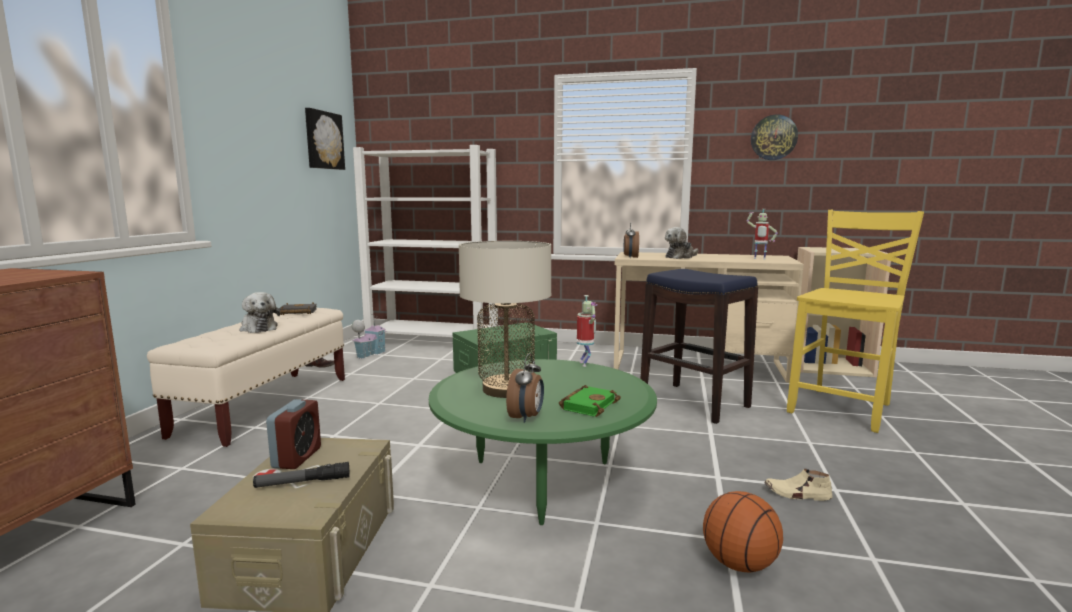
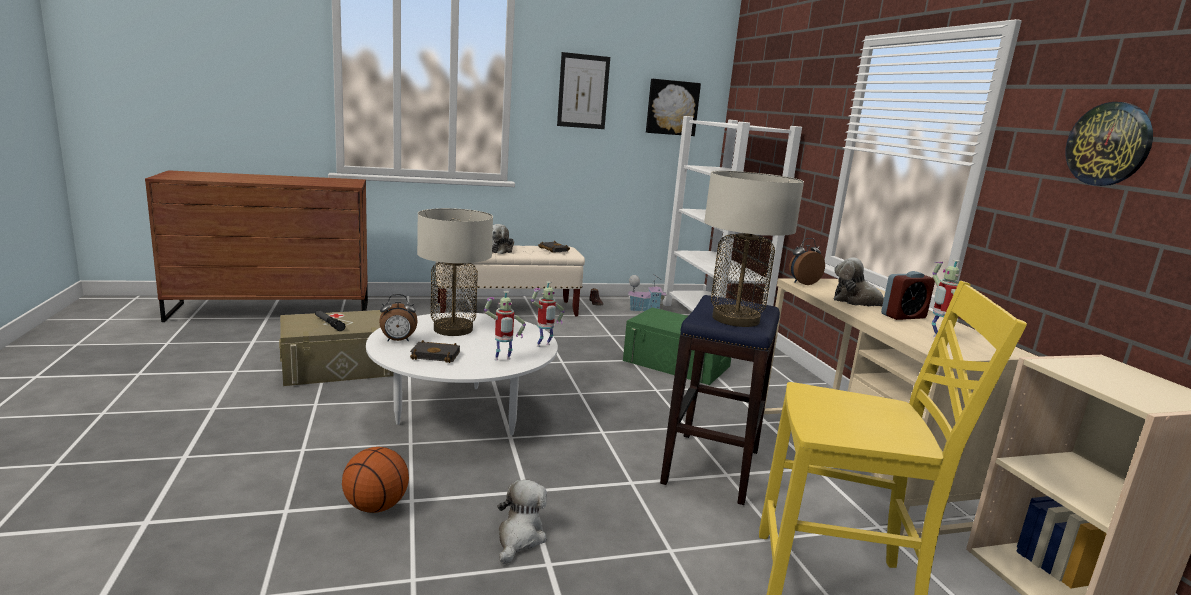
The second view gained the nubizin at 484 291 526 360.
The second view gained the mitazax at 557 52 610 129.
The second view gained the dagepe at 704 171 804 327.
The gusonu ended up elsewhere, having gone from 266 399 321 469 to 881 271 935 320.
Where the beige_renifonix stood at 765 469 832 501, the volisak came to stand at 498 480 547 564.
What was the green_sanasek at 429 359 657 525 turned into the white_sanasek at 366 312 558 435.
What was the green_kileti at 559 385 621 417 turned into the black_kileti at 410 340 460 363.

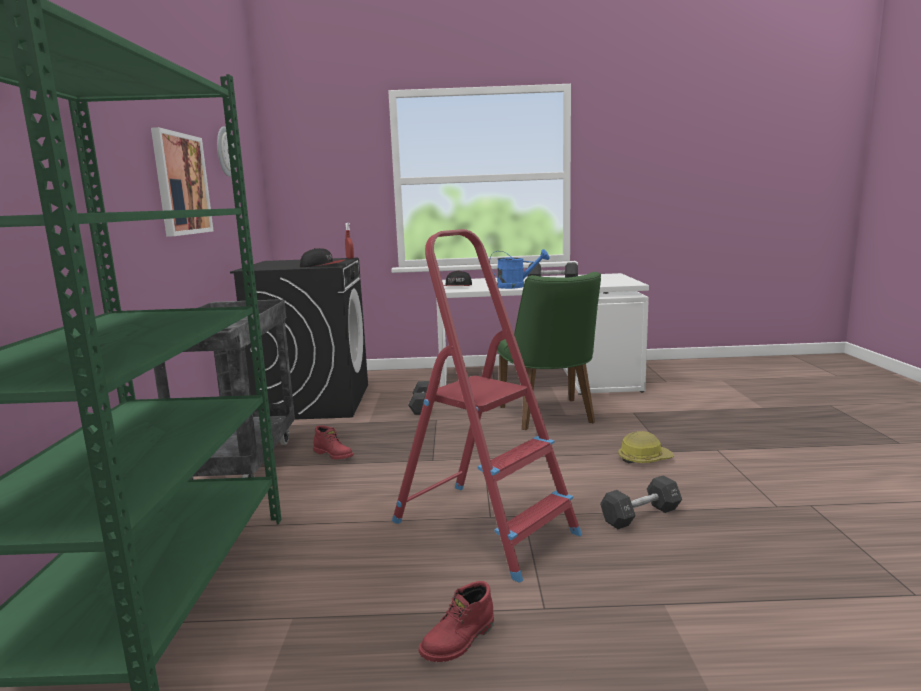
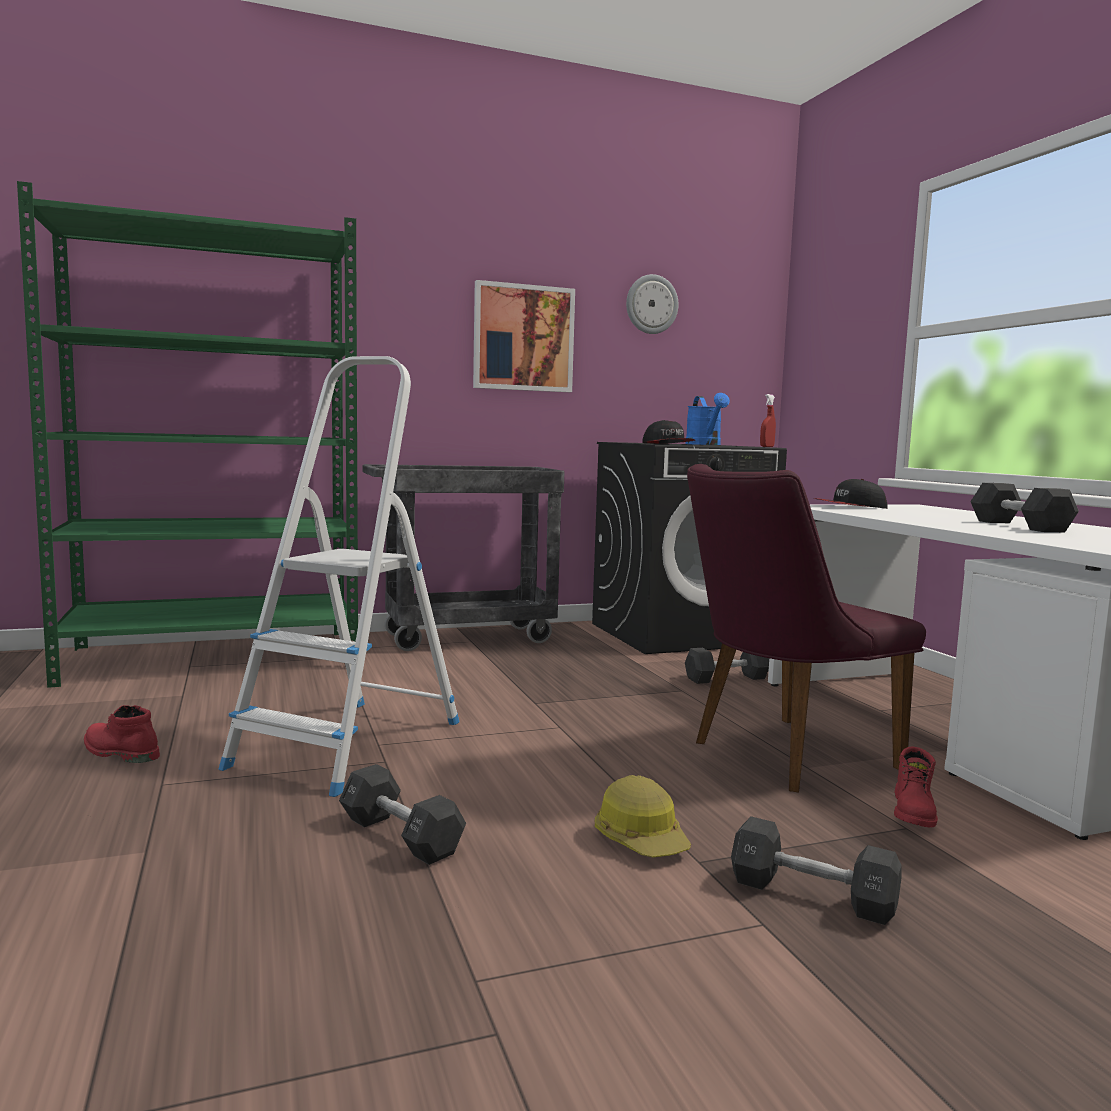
The second view gained the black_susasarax at 731 816 902 925.
The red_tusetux ended up elsewhere, having gone from 313 426 354 460 to 894 746 938 828.
The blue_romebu ended up elsewhere, having gone from 489 249 549 289 to 685 393 730 445.
What was the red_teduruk at 392 229 582 583 turned into the white_teduruk at 219 356 459 797.
What was the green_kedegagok at 497 272 601 430 turned into the purple_kedegagok at 687 464 926 792.

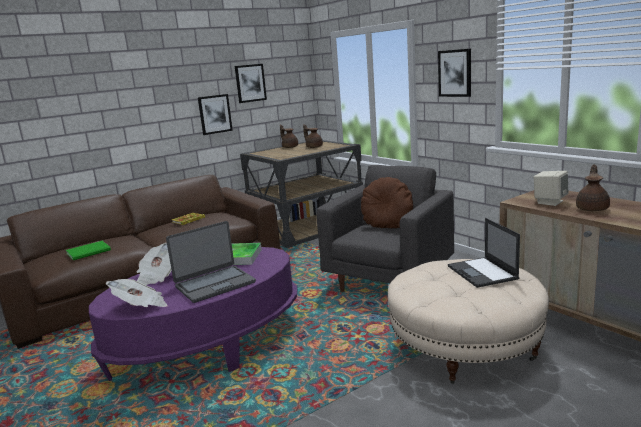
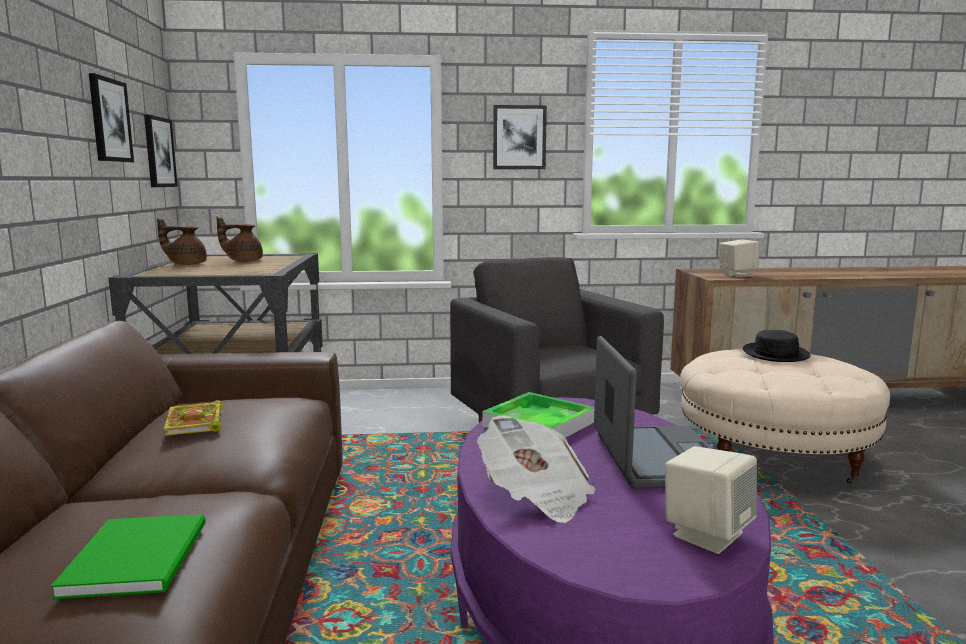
The second view lost the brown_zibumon at 361 177 413 228.
The second view lost the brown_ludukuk at 576 164 610 211.
The mitazax ended up elsewhere, having gone from 198 94 233 135 to 144 115 178 187.
Where the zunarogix stood at 106 279 167 307, the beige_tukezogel came to stand at 665 446 757 554.
Where the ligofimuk stood at 448 218 520 288, the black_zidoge came to stand at 743 330 811 362.

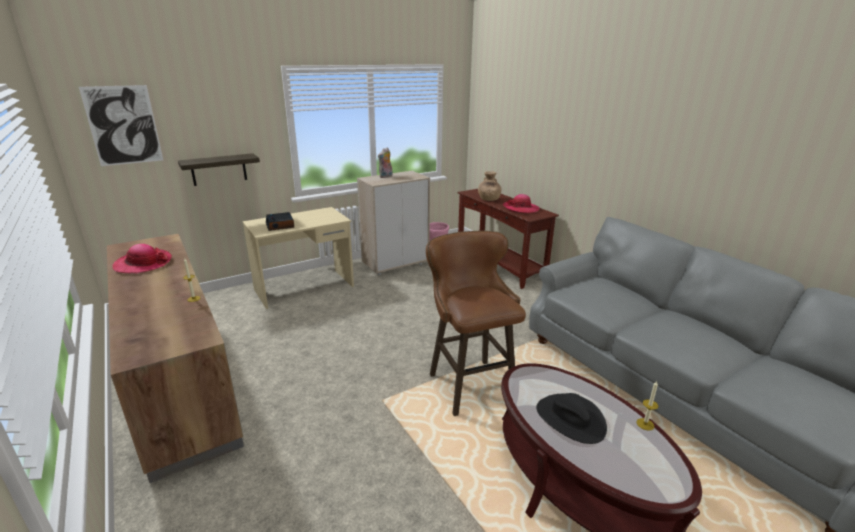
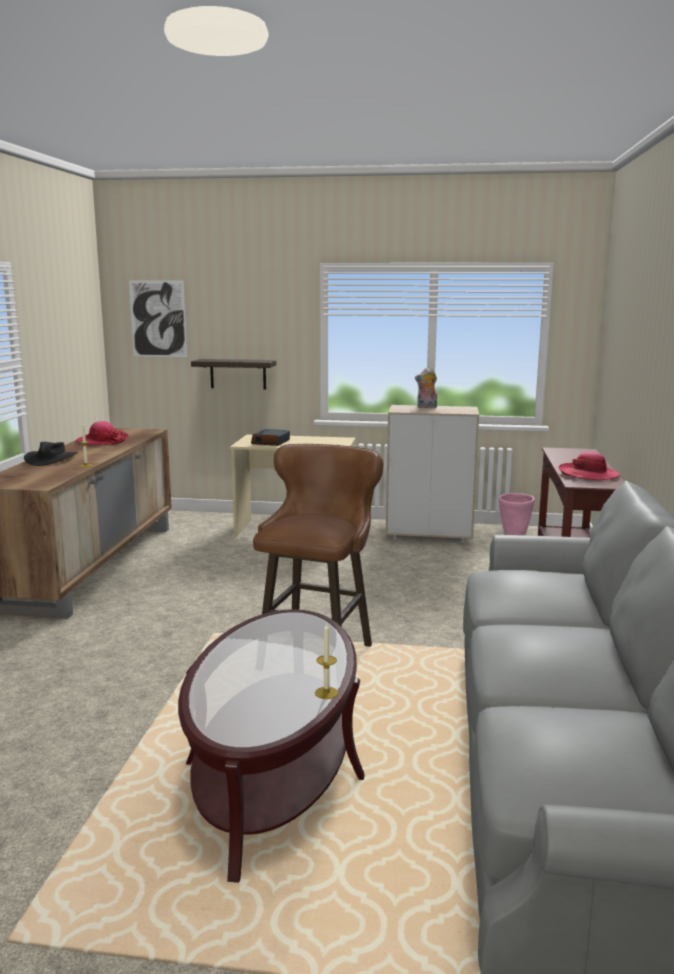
The second view lost the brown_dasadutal at 478 171 501 201.
The black_zidoge ended up elsewhere, having gone from 536 393 607 444 to 24 442 78 466.

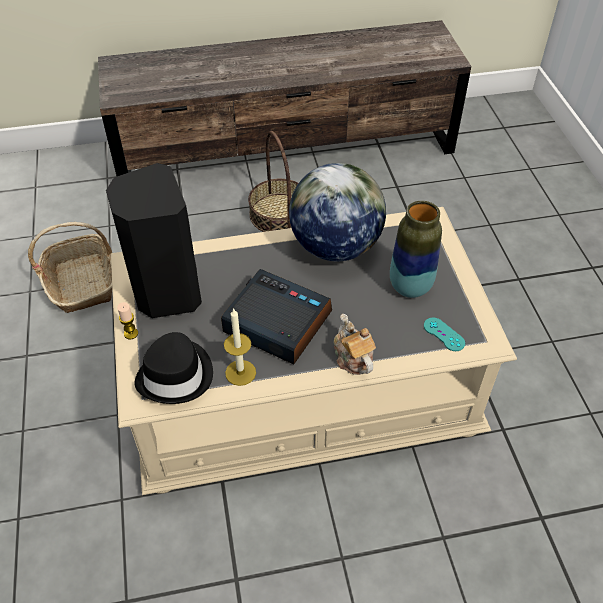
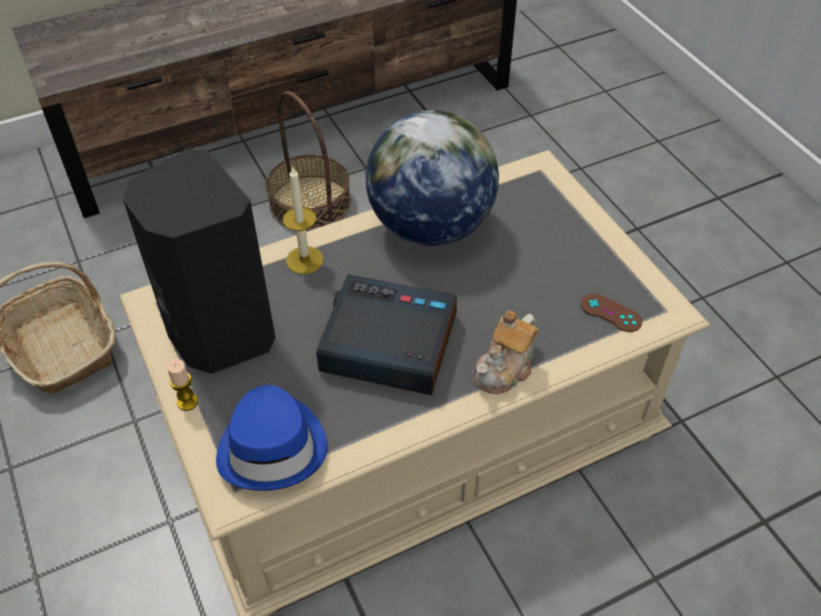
The second view lost the dasadutal at 390 201 442 298.
The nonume ended up elsewhere, having gone from 224 308 256 386 to 283 166 324 274.
What was the black_zidoge at 134 332 213 404 turned into the blue_zidoge at 216 385 327 491.
What was the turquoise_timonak at 424 318 465 351 turned into the brown_timonak at 580 293 642 332.
The ludukuk at 334 314 376 375 ended up facing another way, 105 degrees counterclockwise from before.

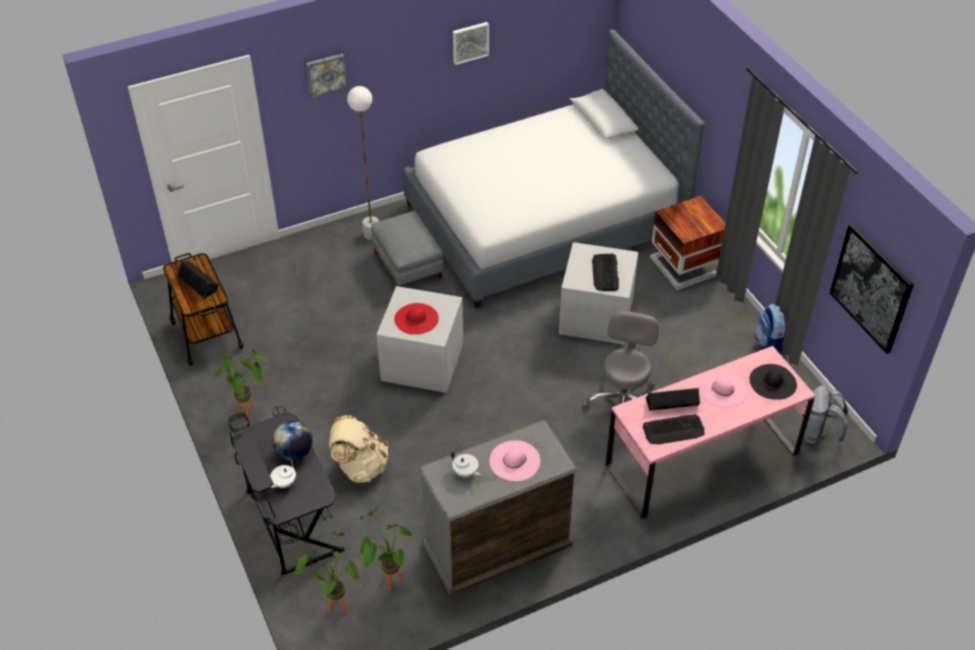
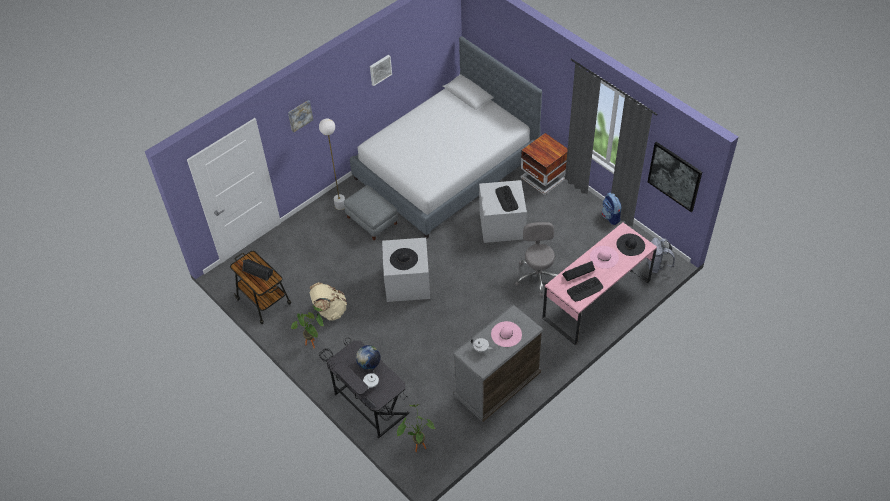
The second view lost the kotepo at 359 508 414 591.
The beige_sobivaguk ended up elsewhere, having gone from 329 415 388 483 to 310 282 347 321.
What was the red_zidoge at 394 303 439 335 turned into the black_zidoge at 390 248 418 270.

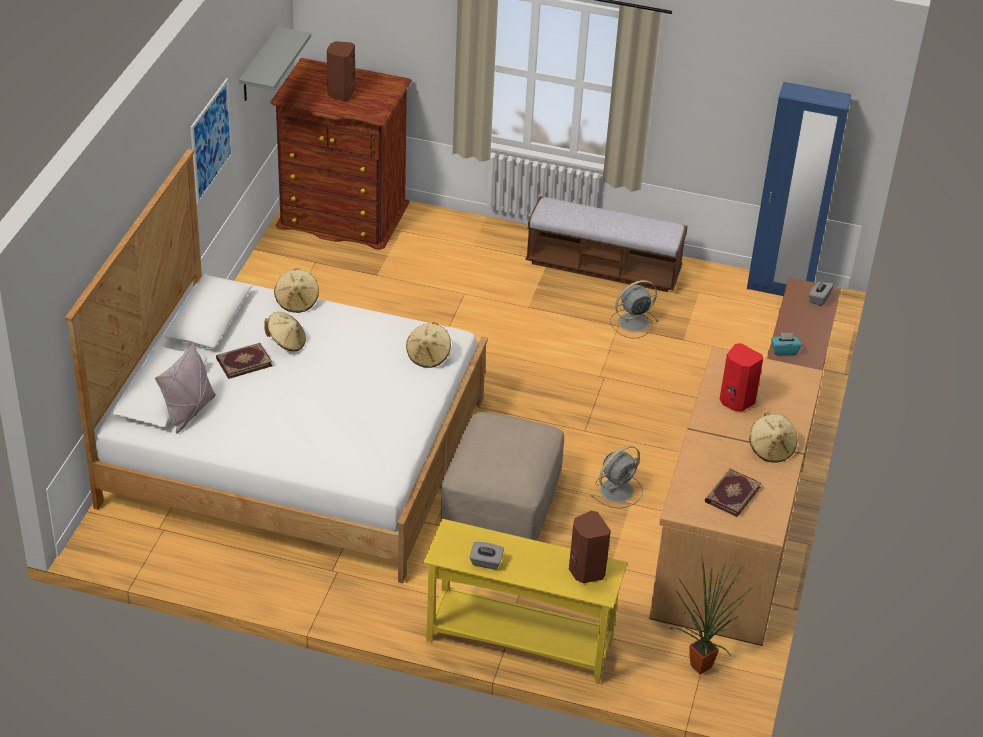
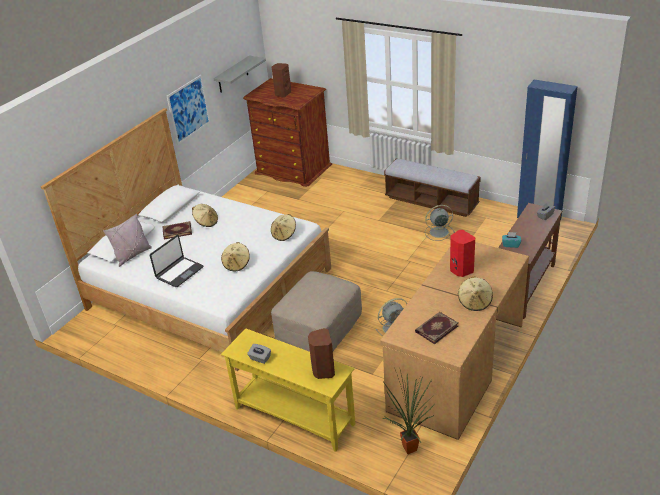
The second view gained the ligofimuk at 150 235 203 287.
The beige_zidoge ended up elsewhere, having gone from 274 269 319 313 to 221 242 250 272.

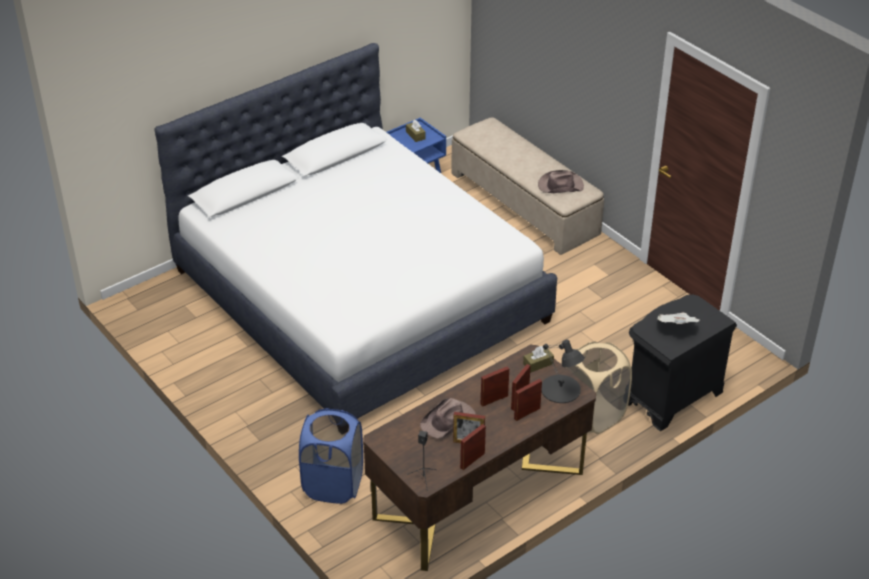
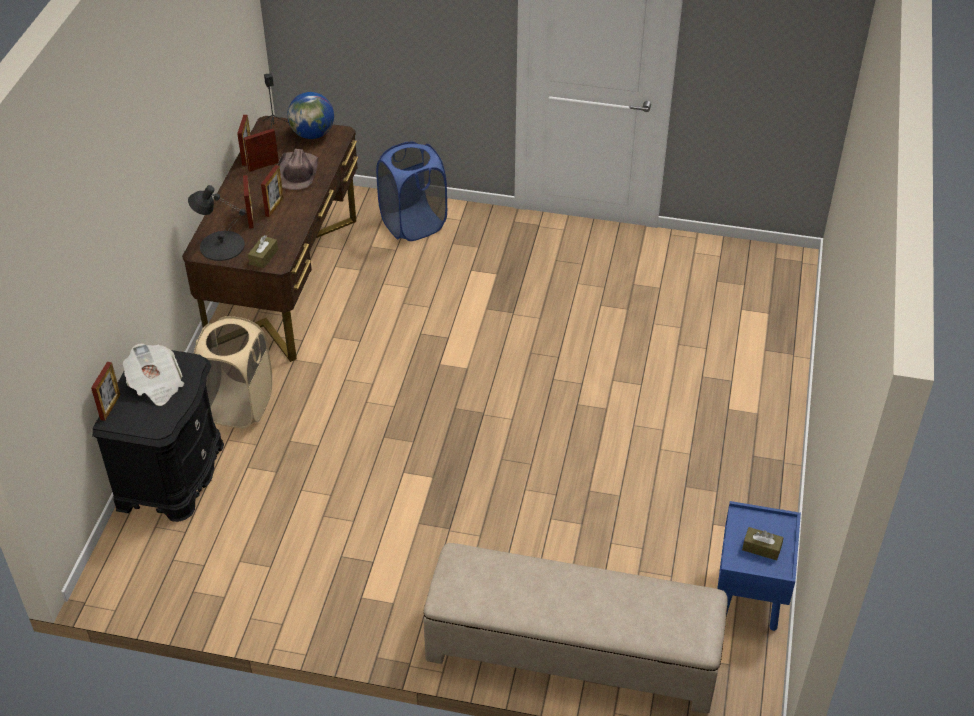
The second view lost the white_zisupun at 155 43 557 419.
The second view lost the brown_zidoge at 538 170 584 193.
The second view gained the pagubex at 287 92 334 139.
The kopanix ended up elsewhere, having gone from 514 379 542 421 to 91 362 120 421.

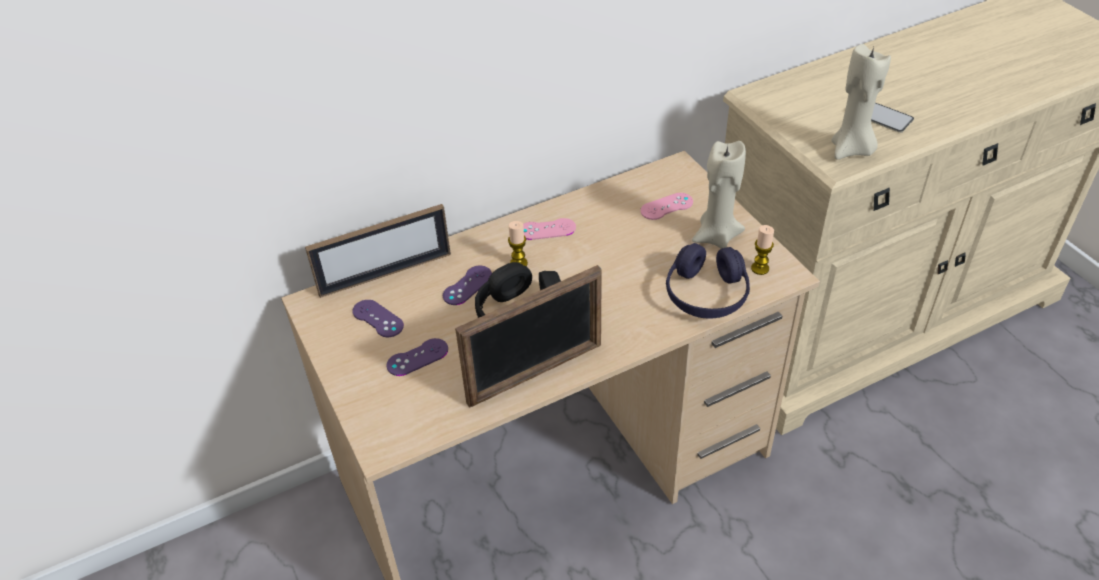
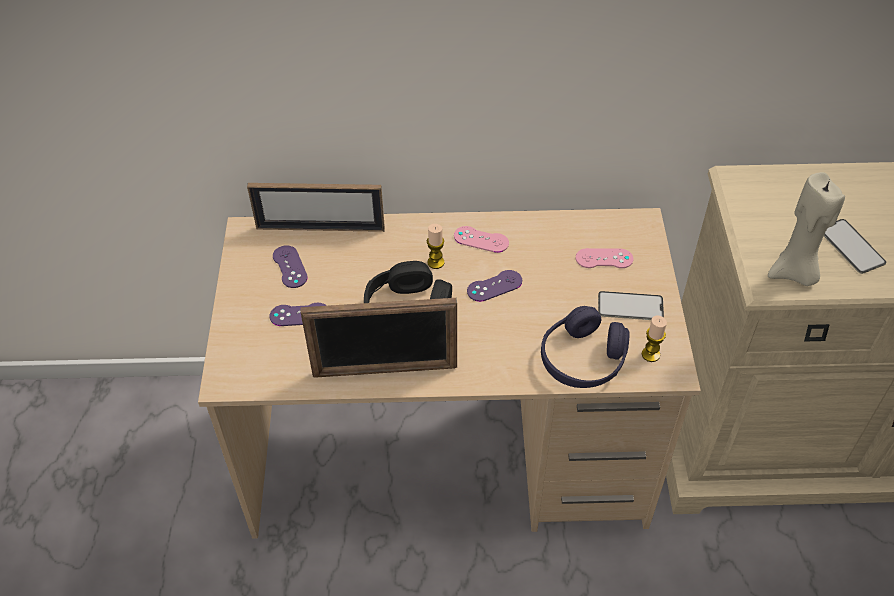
The purple_timonak ended up elsewhere, having gone from 443 266 492 305 to 467 270 522 302.
Where the beige_nonume stood at 692 141 746 249, the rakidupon came to stand at 598 291 664 320.

